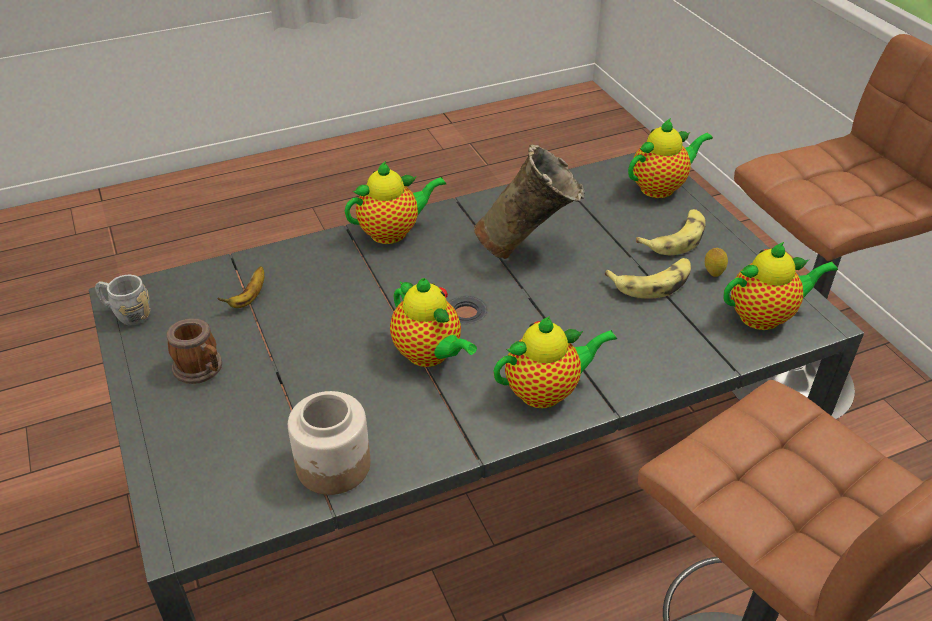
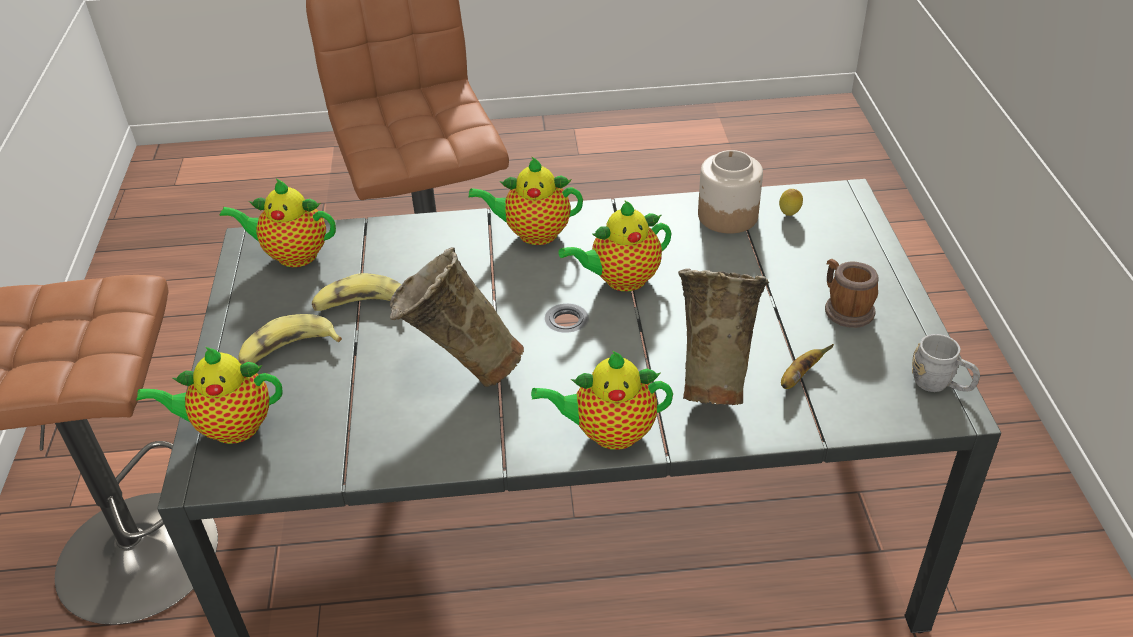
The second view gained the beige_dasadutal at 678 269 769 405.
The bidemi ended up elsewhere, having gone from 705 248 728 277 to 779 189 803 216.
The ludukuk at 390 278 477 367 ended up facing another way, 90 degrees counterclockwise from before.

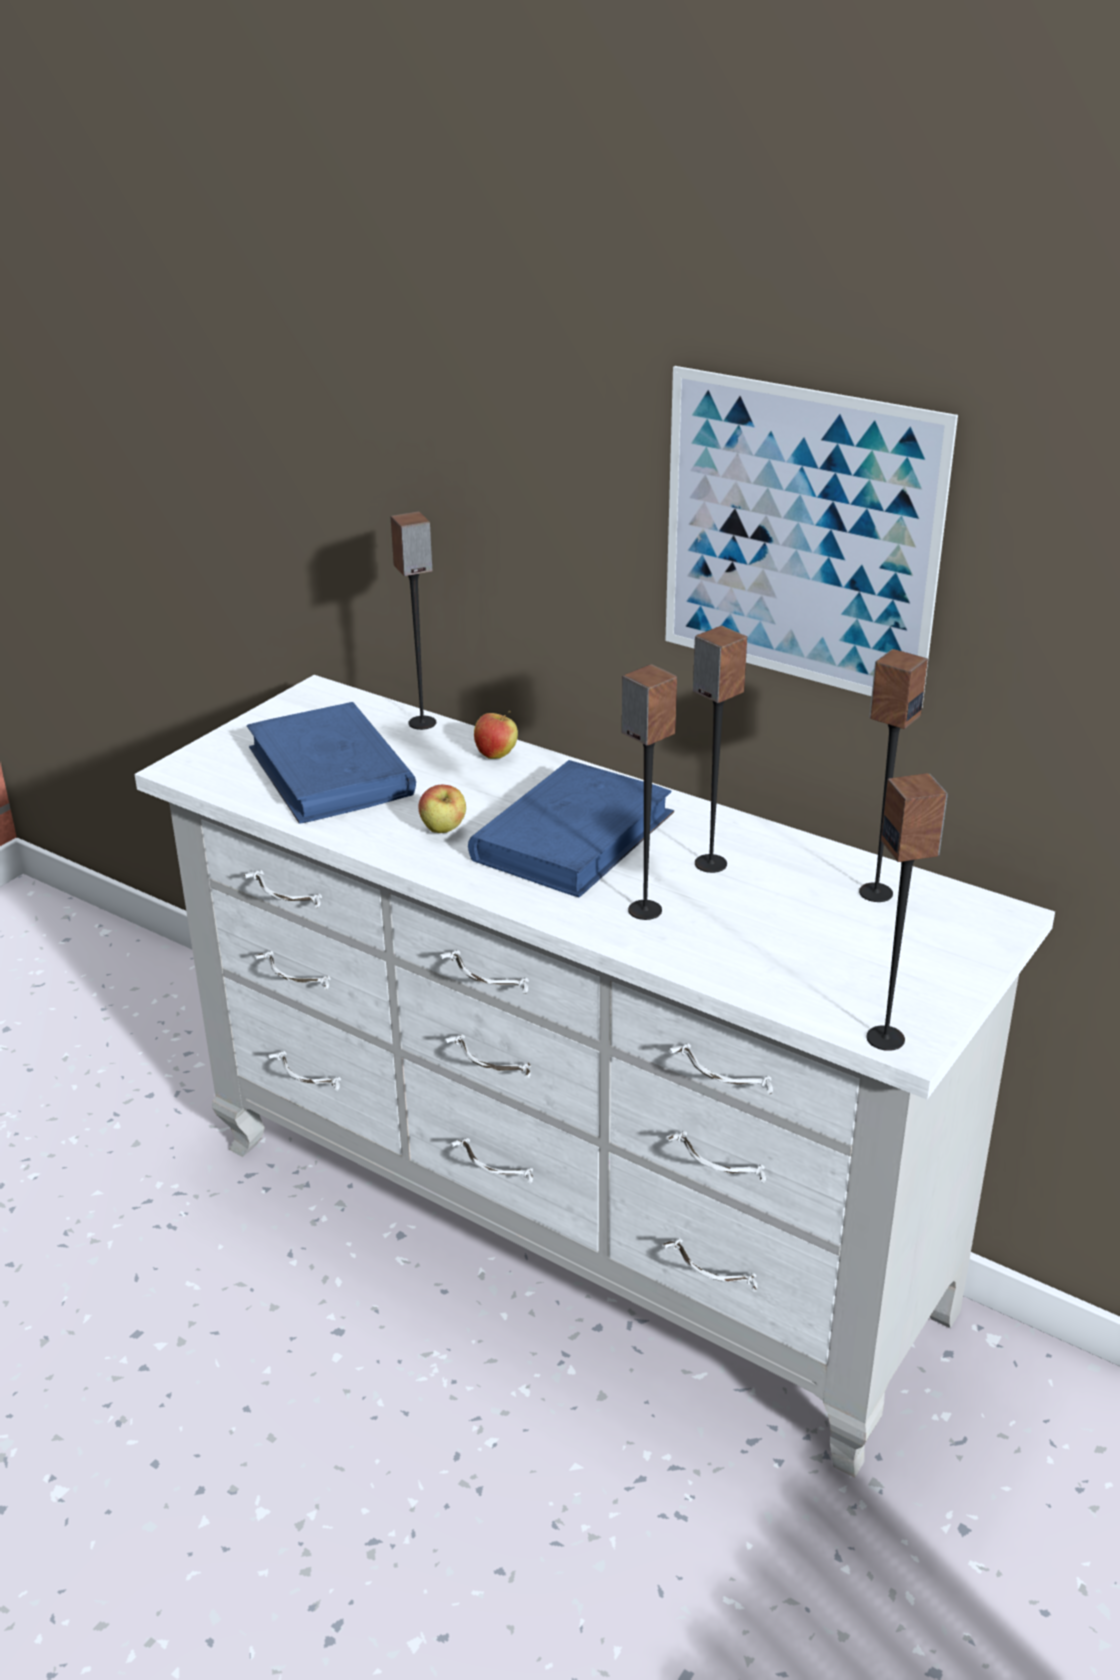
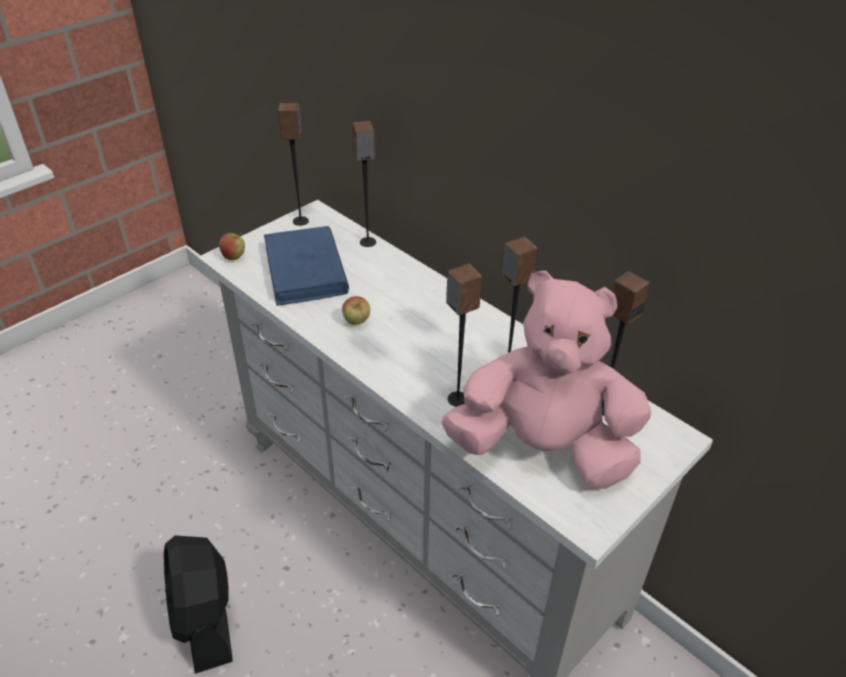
The second view lost the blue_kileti at 468 760 674 898.
The second view lost the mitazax at 665 366 958 707.
The second view gained the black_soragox at 164 535 232 674.
The second view gained the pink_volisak at 442 271 651 489.
The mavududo ended up elsewhere, having gone from 474 711 518 759 to 219 233 245 260.
The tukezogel ended up elsewhere, having gone from 866 773 948 1051 to 278 103 309 226.

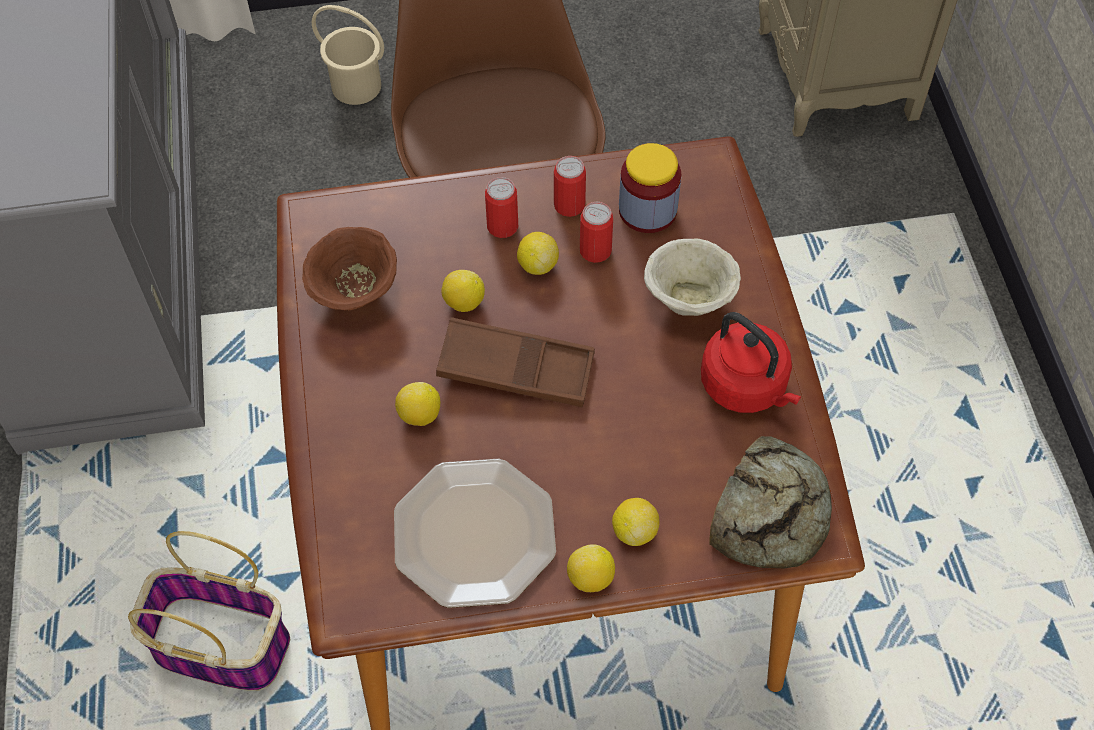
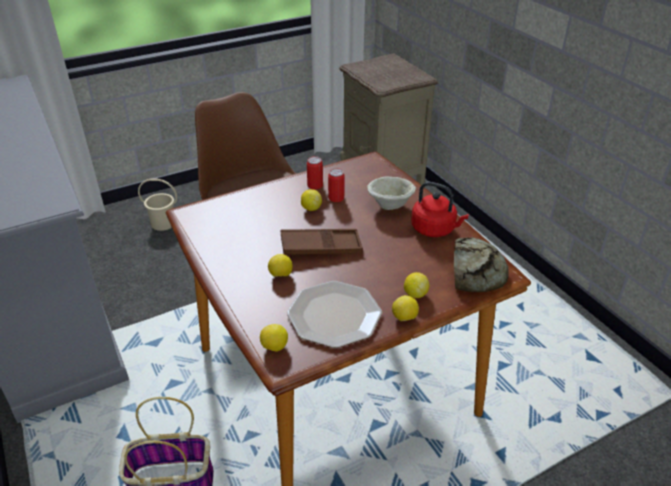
The second view lost the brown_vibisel at 302 227 397 310.
The second view lost the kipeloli at 485 177 518 238.
The second view lost the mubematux at 619 143 681 233.
The bidemi ended up elsewhere, having gone from 441 270 485 312 to 260 324 288 352.

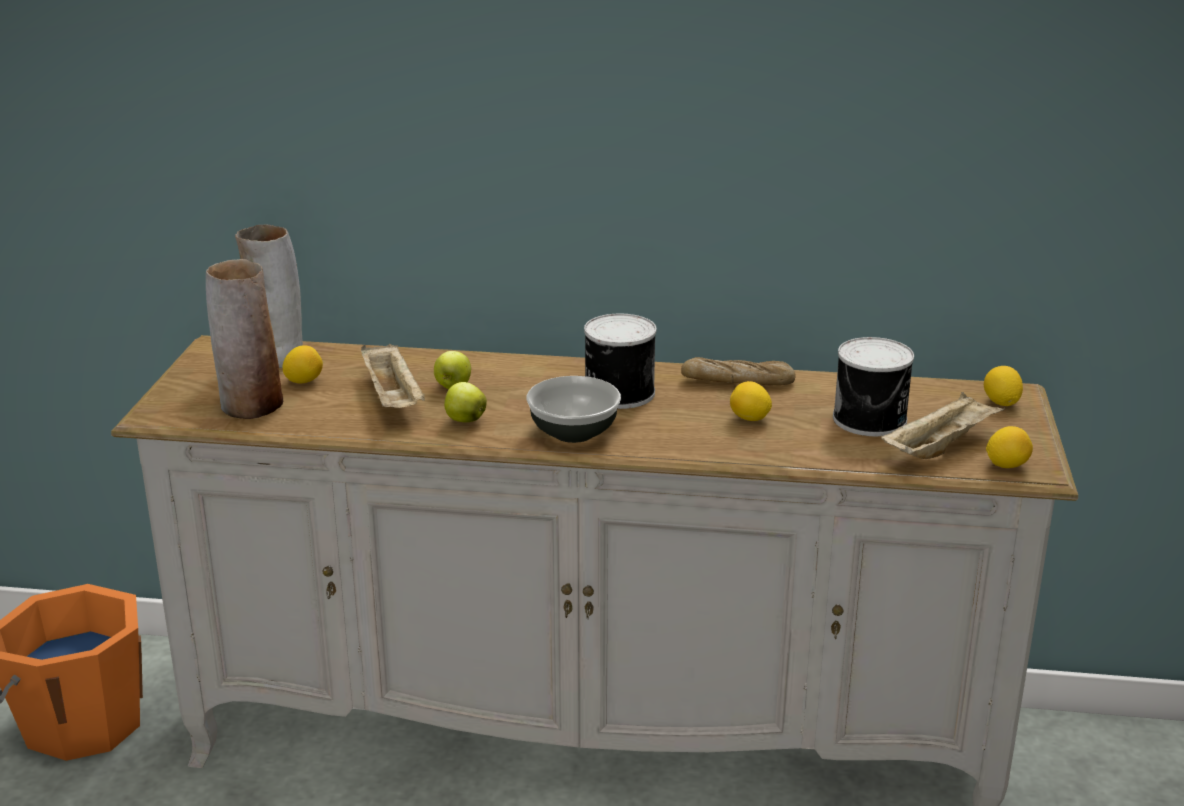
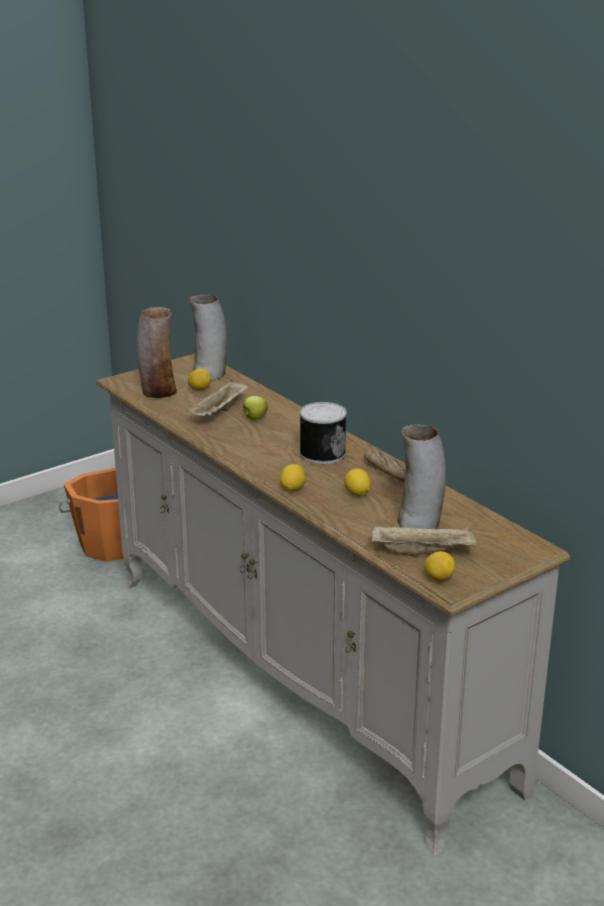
The second view lost the mavududo at 444 382 487 422.
The second view lost the vibisel at 526 376 621 443.
The bidemi ended up elsewhere, having gone from 984 366 1023 406 to 280 464 306 492.
Where the kipeloli stood at 833 337 914 436, the dasadutal came to stand at 398 424 446 529.

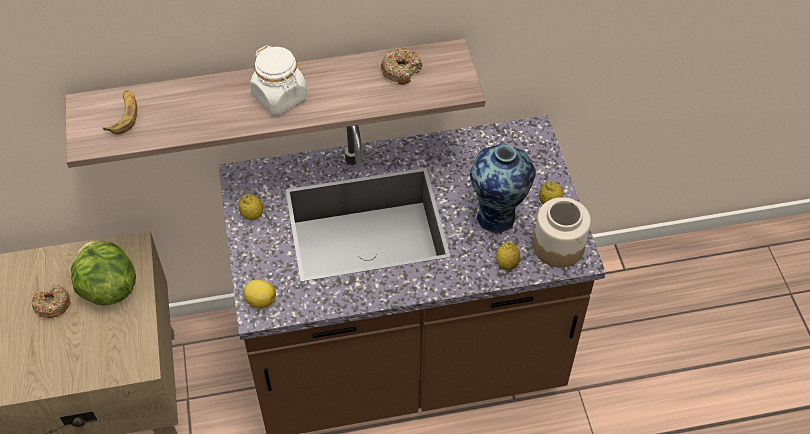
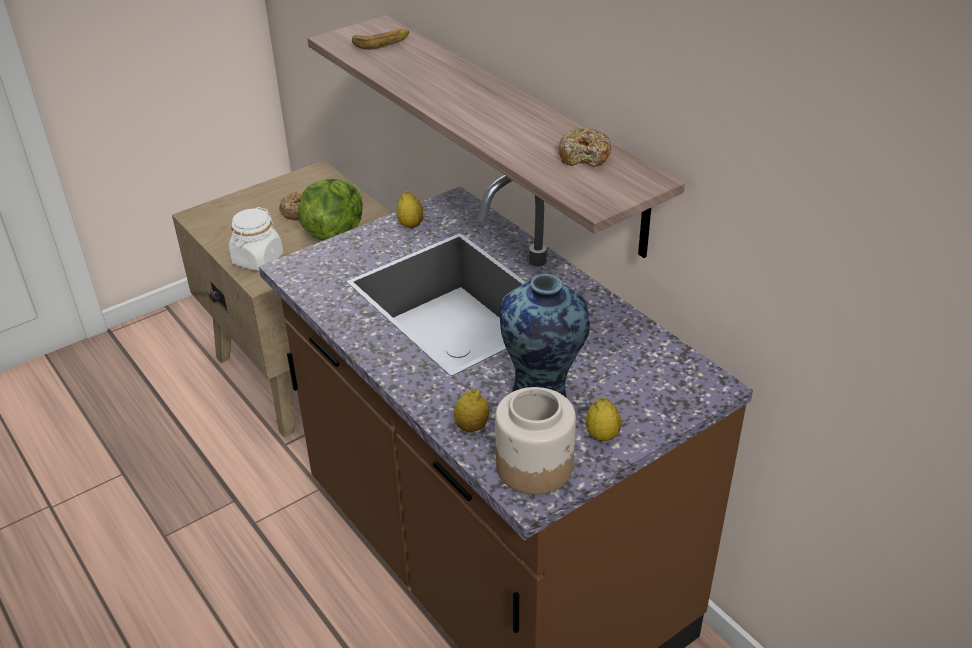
The second view lost the bidemi at 243 280 276 309.
The white_mubematux ended up elsewhere, having gone from 250 45 307 115 to 229 207 283 271.

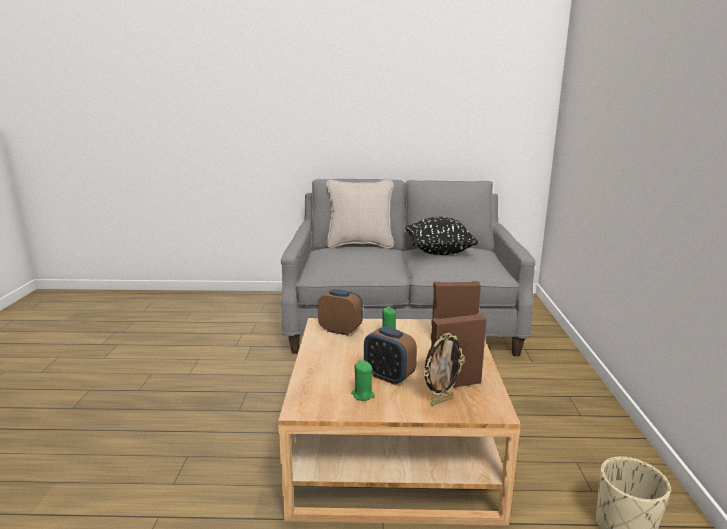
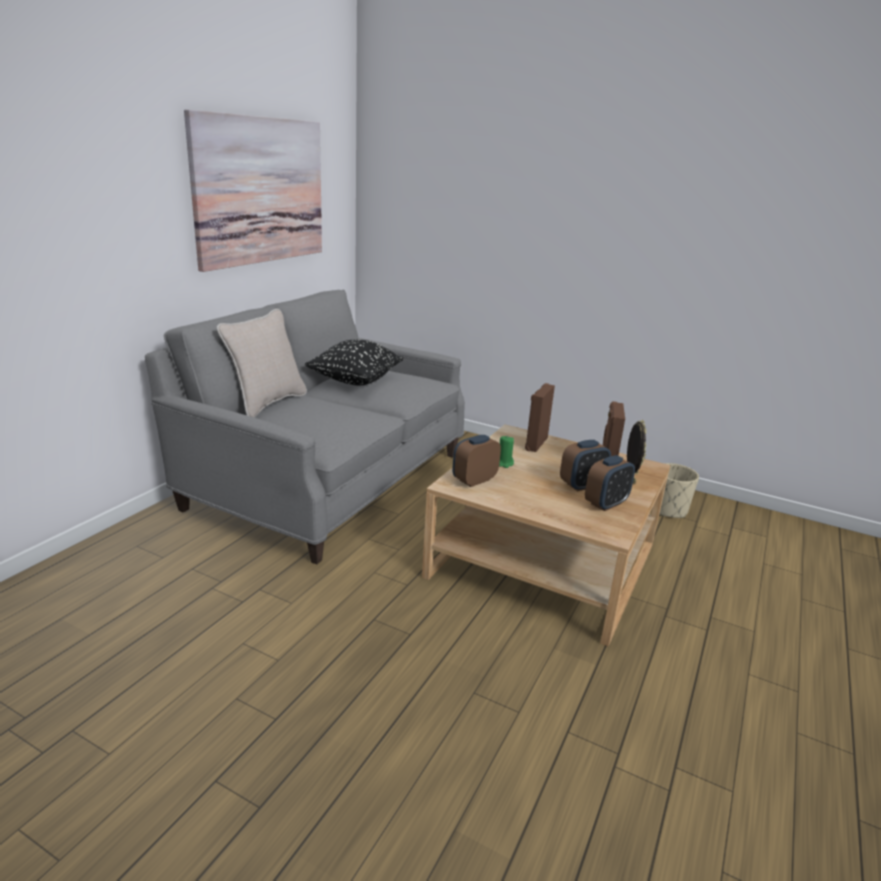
The second view gained the mitazax at 184 110 322 272.
Where the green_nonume stood at 351 360 374 401, the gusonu came to stand at 585 455 635 511.

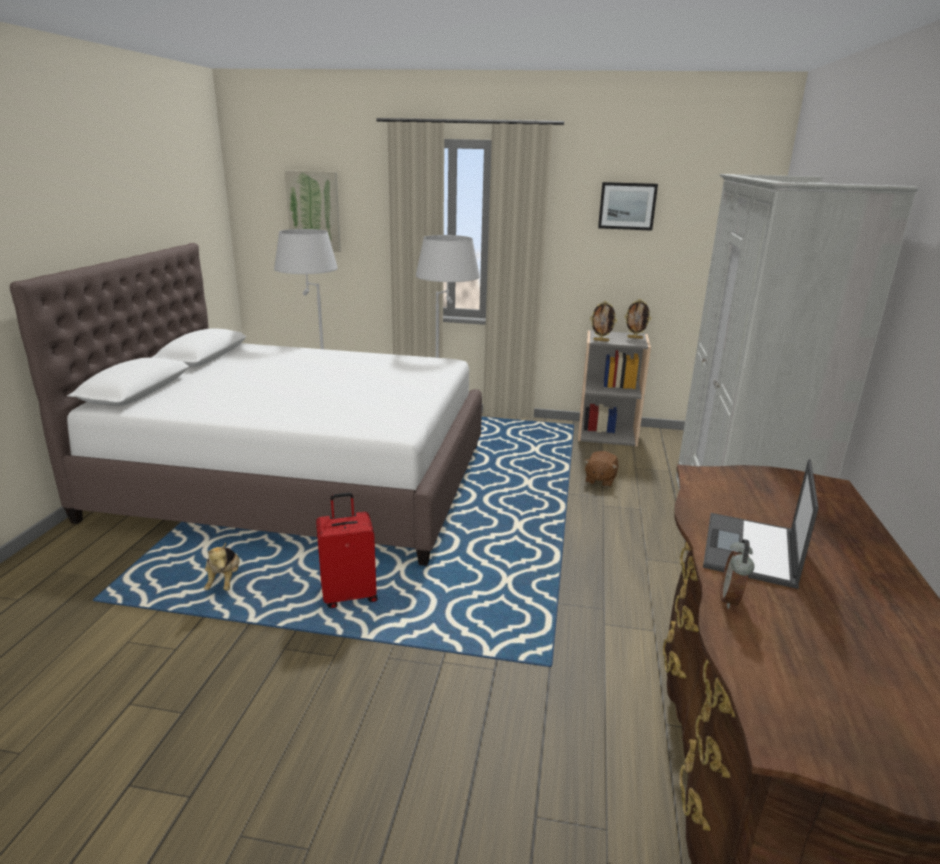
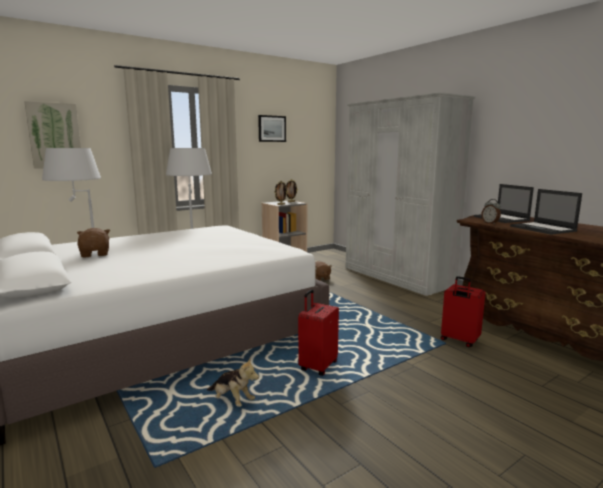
The second view gained the brown_volisak at 77 228 110 257.
The second view gained the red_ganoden at 441 276 486 347.
The second view gained the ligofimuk at 474 184 534 223.
The gusonu ended up elsewhere, having gone from 720 539 754 609 to 481 199 501 225.

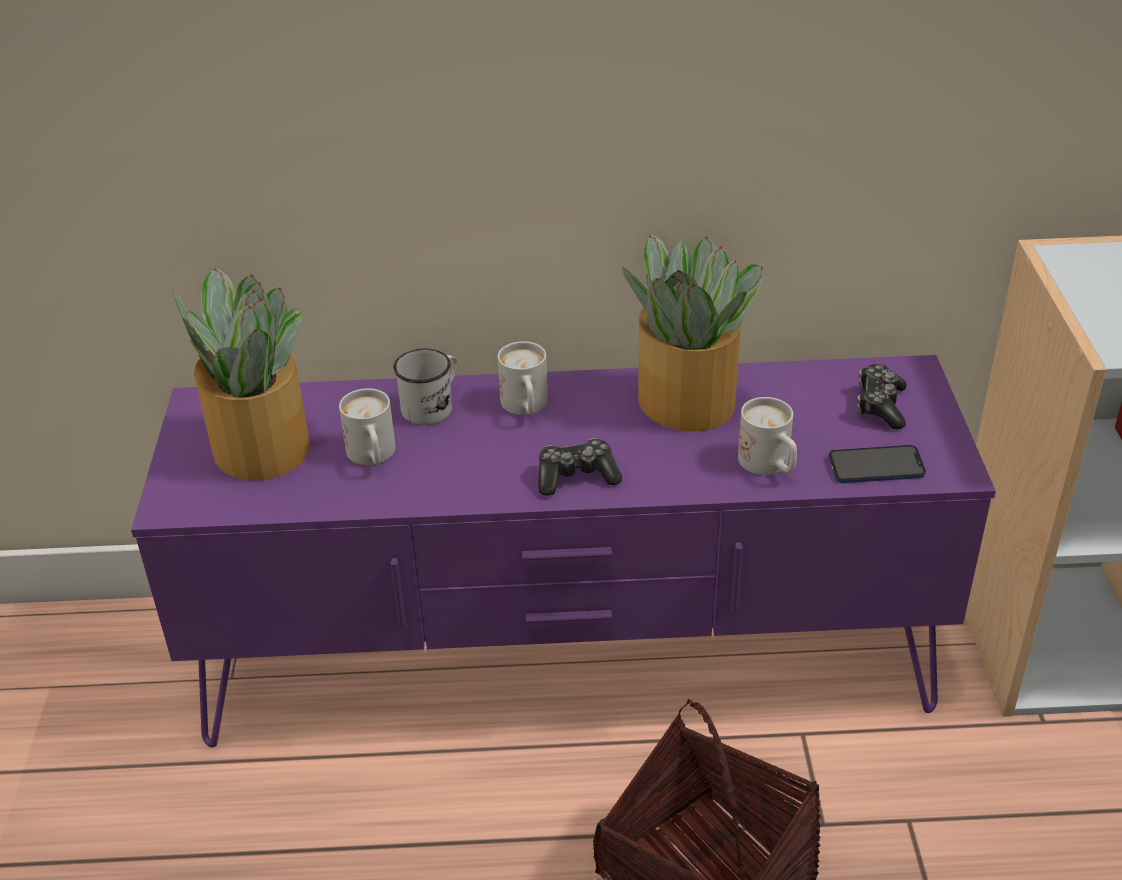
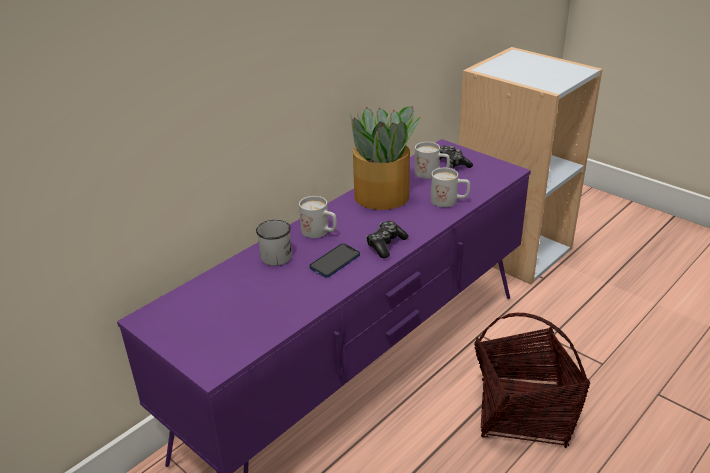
The second view lost the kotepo at 173 268 310 481.
The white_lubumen ended up elsewhere, having gone from 339 388 396 465 to 414 142 450 179.
The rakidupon ended up elsewhere, having gone from 828 445 926 483 to 309 243 360 278.

